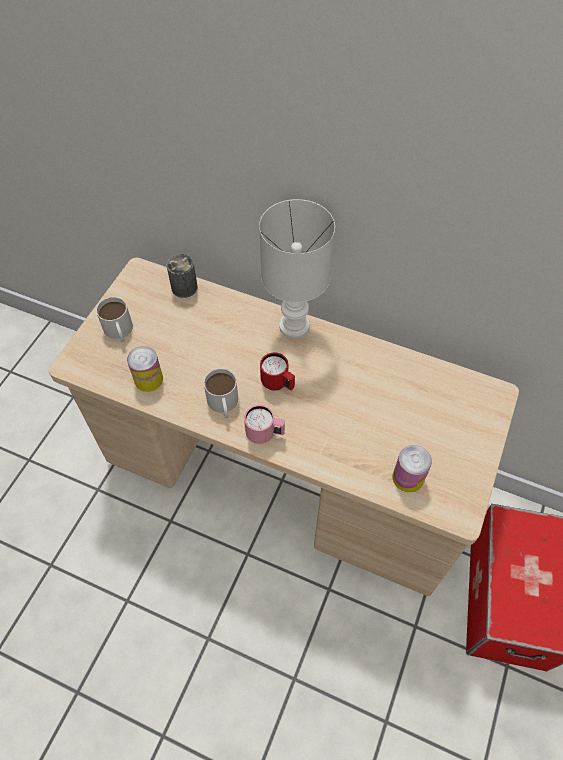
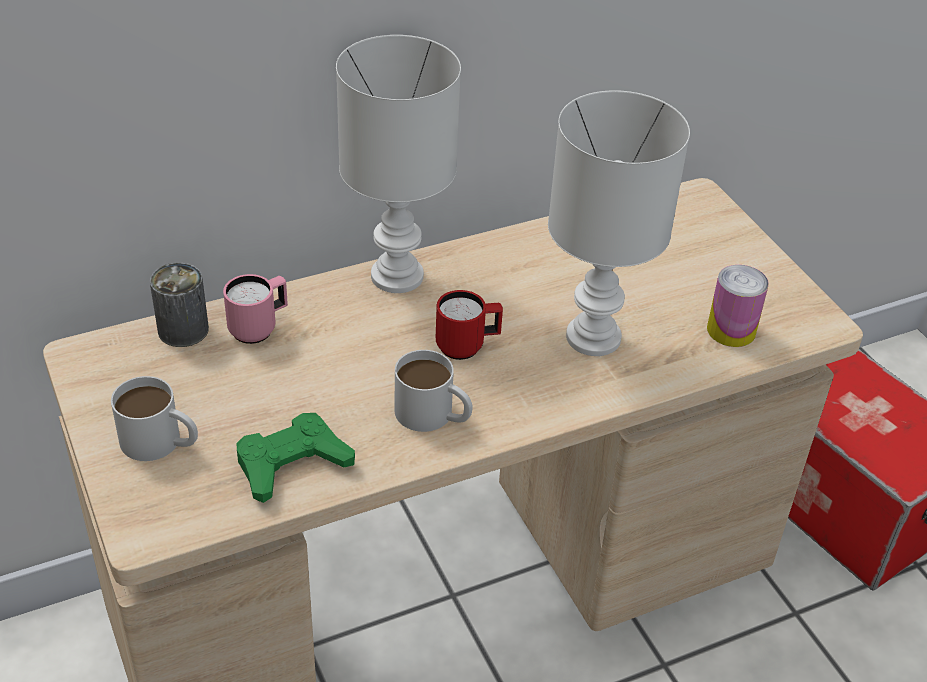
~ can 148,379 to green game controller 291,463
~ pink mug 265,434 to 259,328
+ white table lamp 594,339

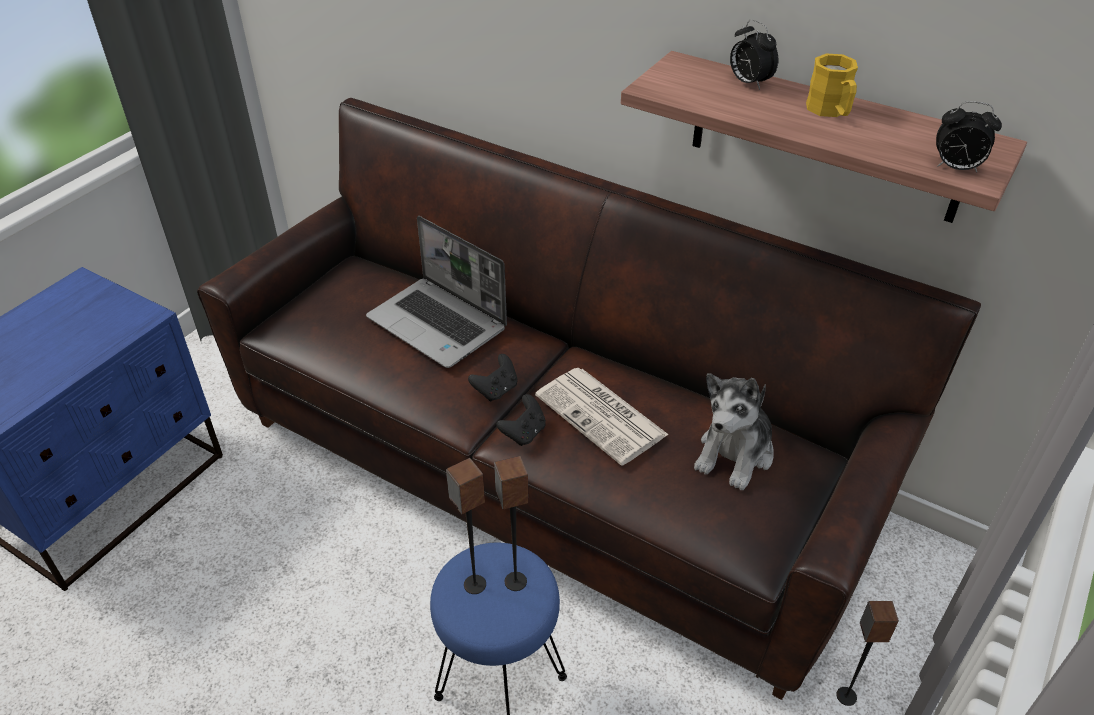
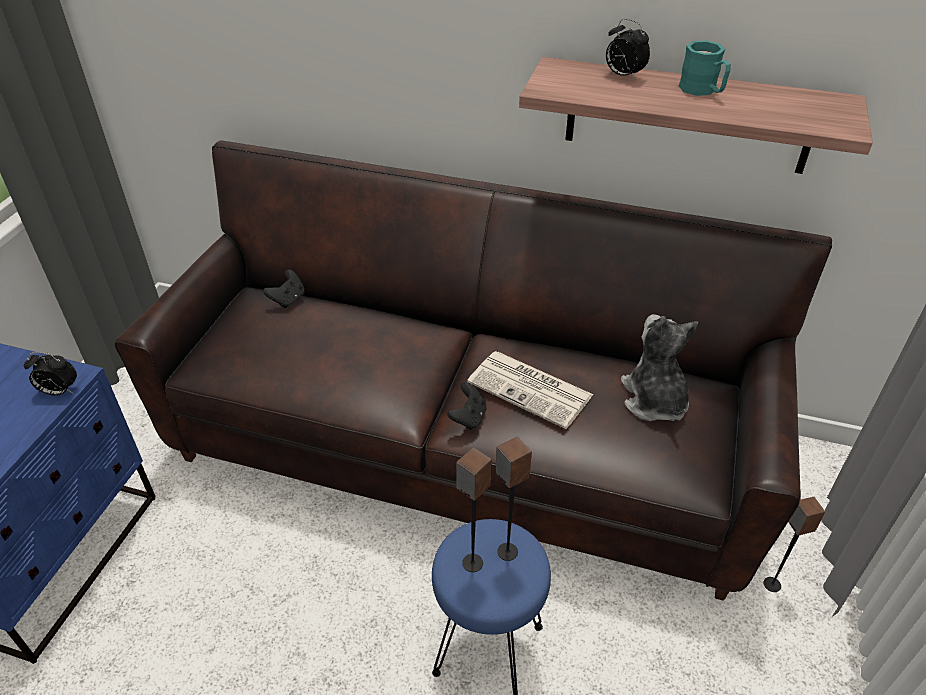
- laptop 439,324
~ black game controller 496,390 to 288,299
~ plush toy 735,454 = 654,400 150 degrees clockwise
~ yellow mug 831,111 to turquoise mug 702,91
~ alarm clock 955,168 to 59,391

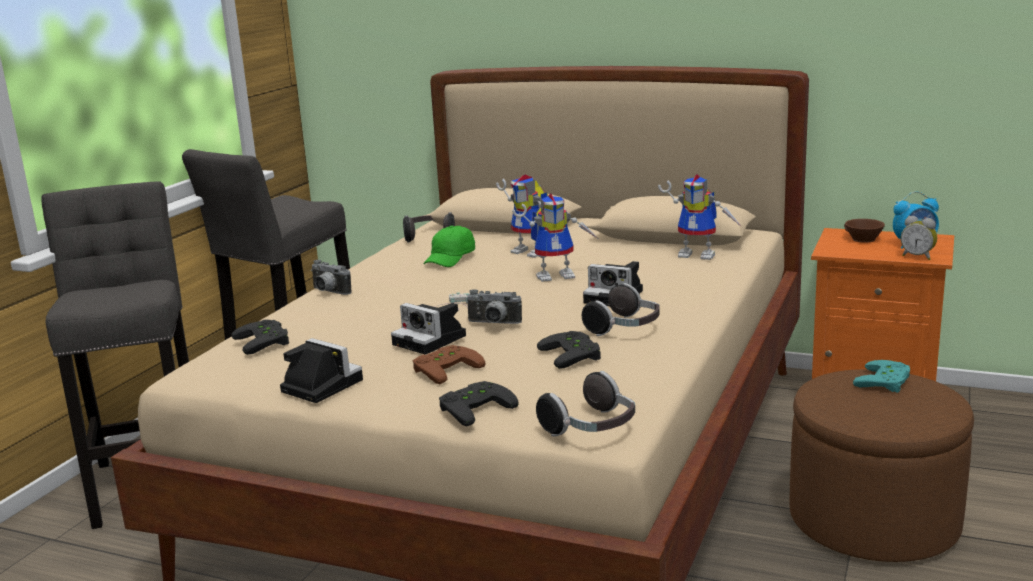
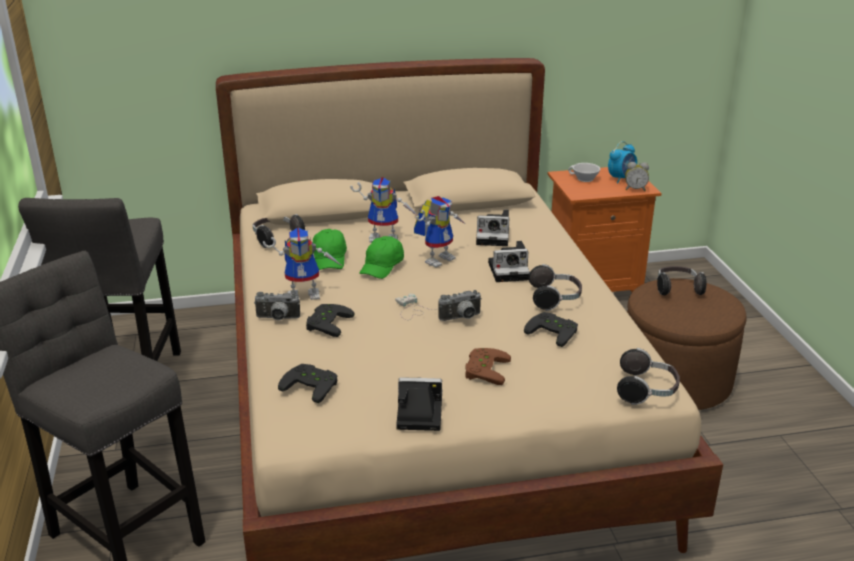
~ photo camera 432,340 to 494,236
~ black game controller 474,407 to 326,323
~ toy robot 700,254 to 306,293
~ brown cup 861,239 to white cup 584,179
~ turquoise game controller 886,381 to headphones 677,289
+ green cap 382,266

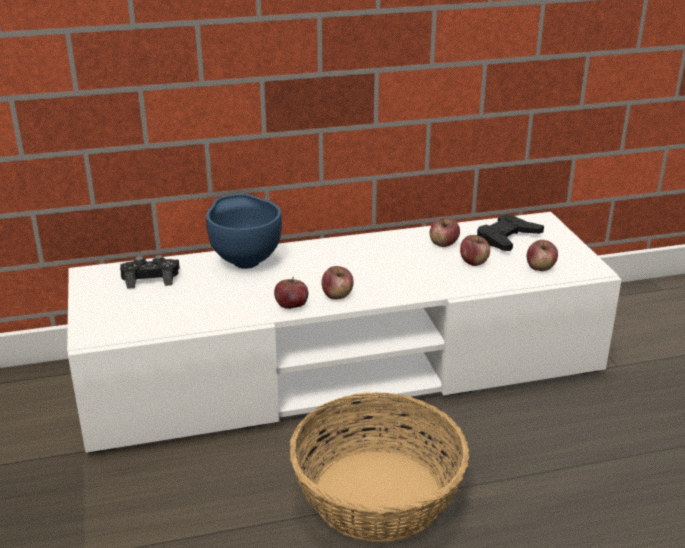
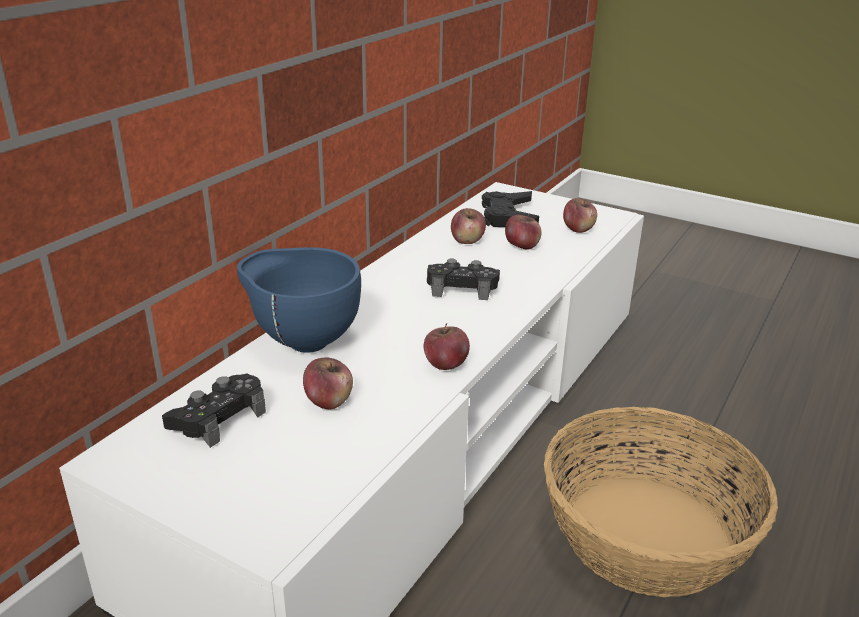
~ apple 337,295 to 329,401
+ black game controller 462,287

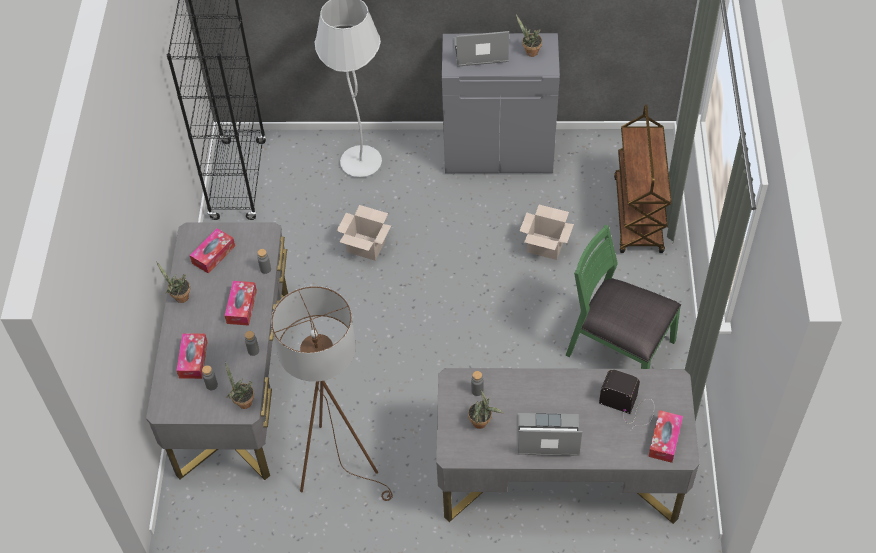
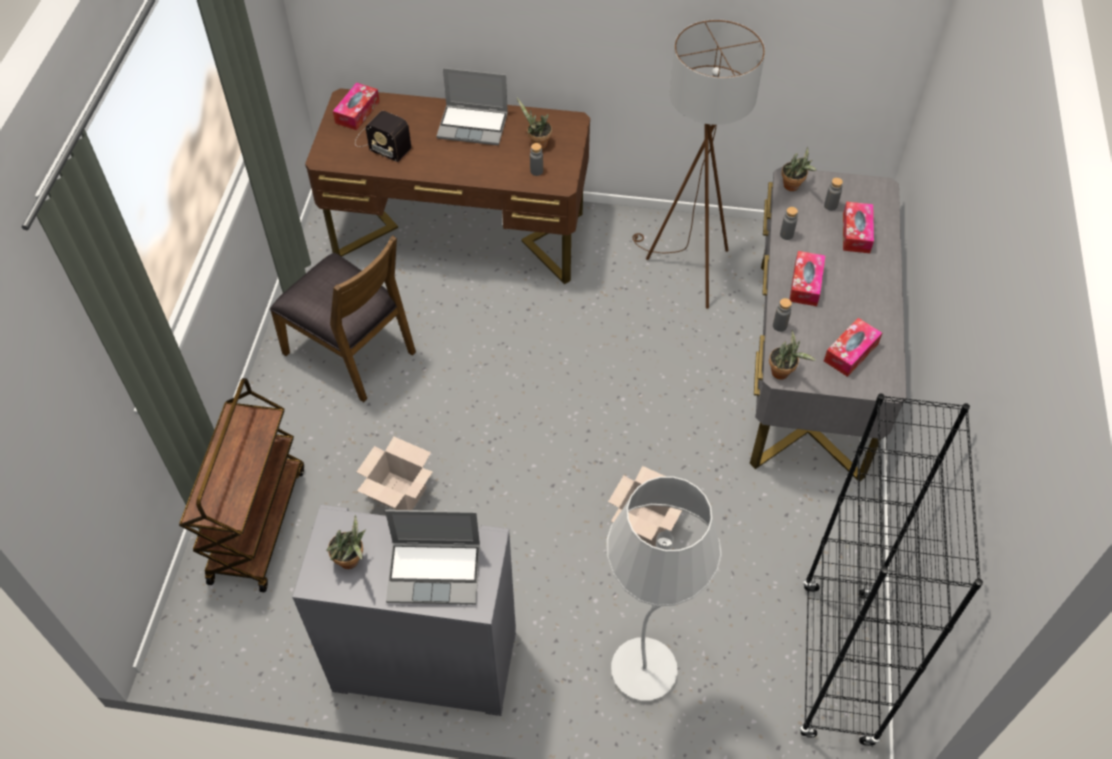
~ potted plant 179,297 to 783,373
~ grey desk 559,478 to brown desk 459,234
~ green chair 619,349 to brown chair 351,351

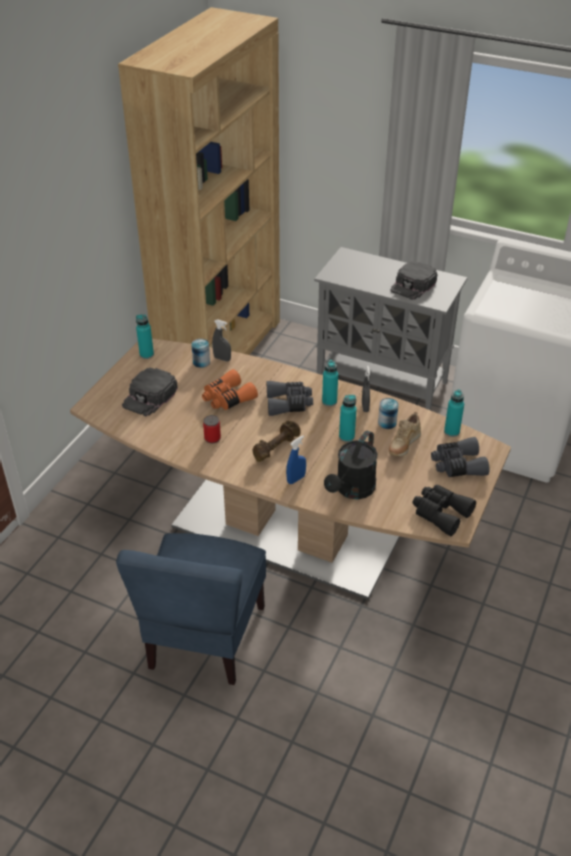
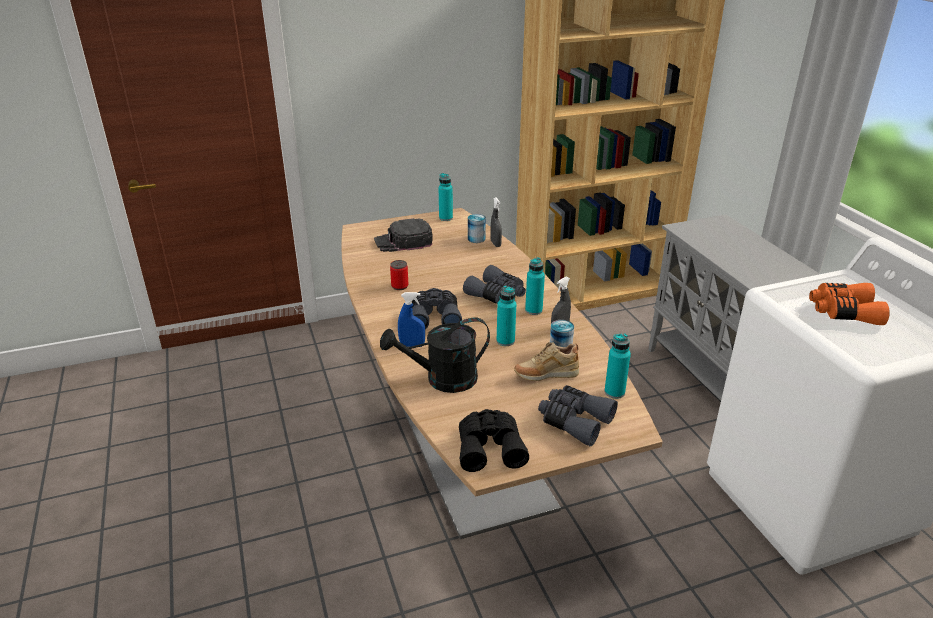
- blue chair 205,637
~ orange binoculars 227,398 to 843,312
~ brown dumbbell 276,447 to grey binoculars 435,316
- black cap 413,285

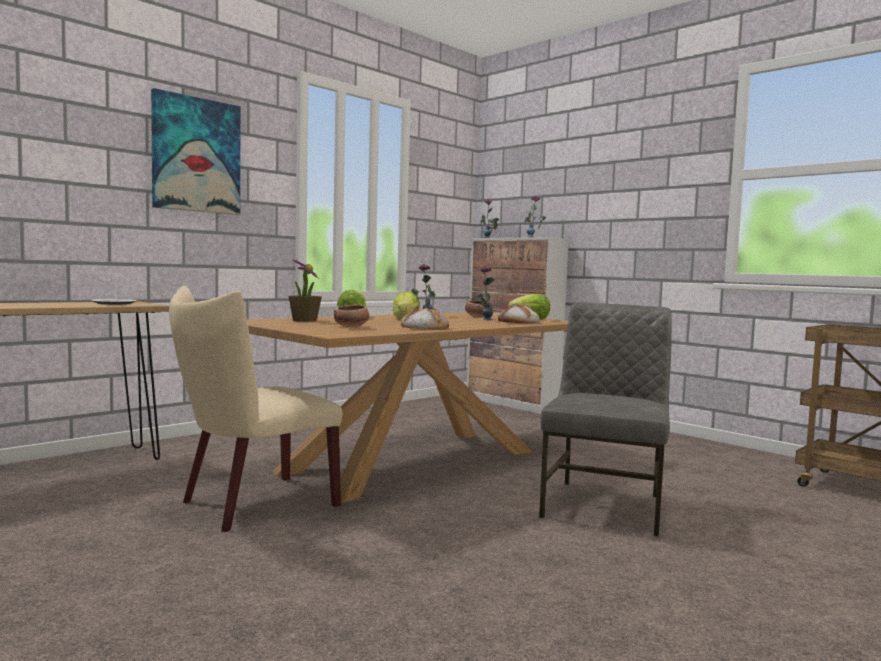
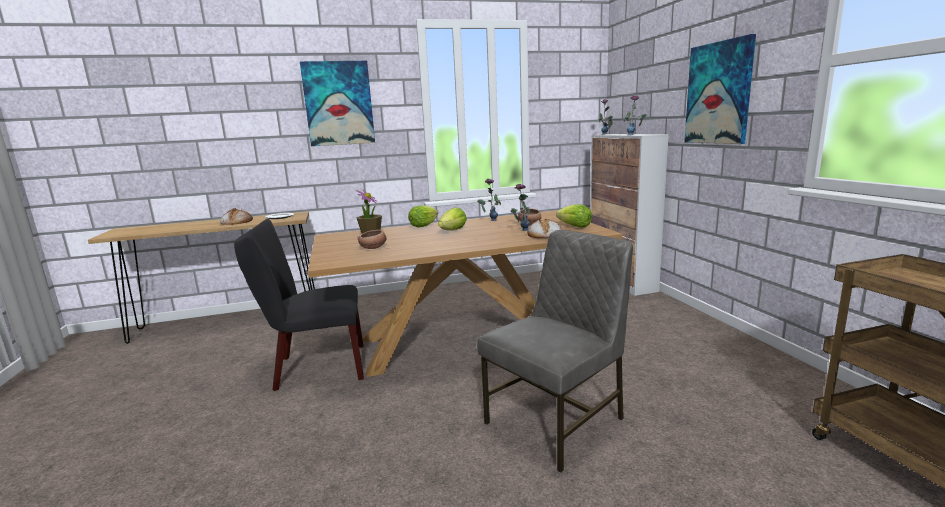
~ beige chair 251,505 to black chair 314,368
~ bread 424,327 to 236,221
+ picture 718,93

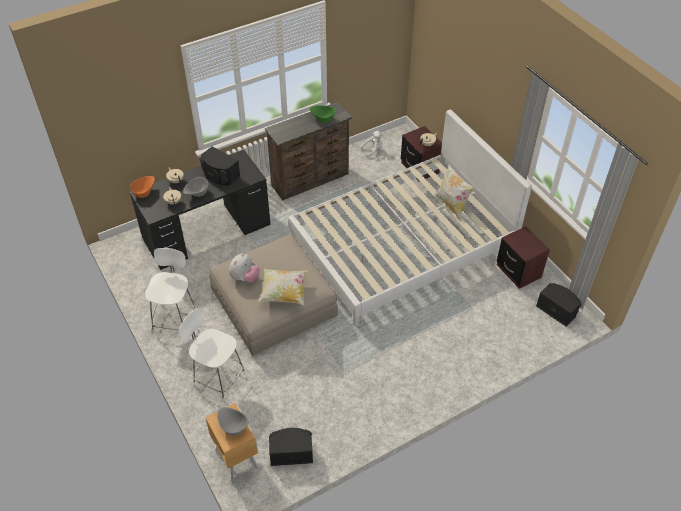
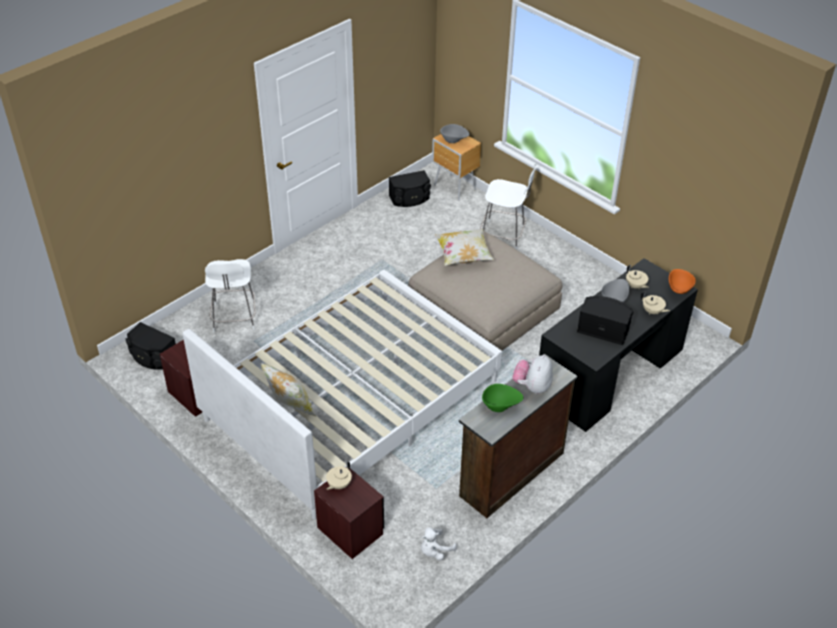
~ white chair 175,319 to 234,318
~ plush toy 245,278 to 532,386

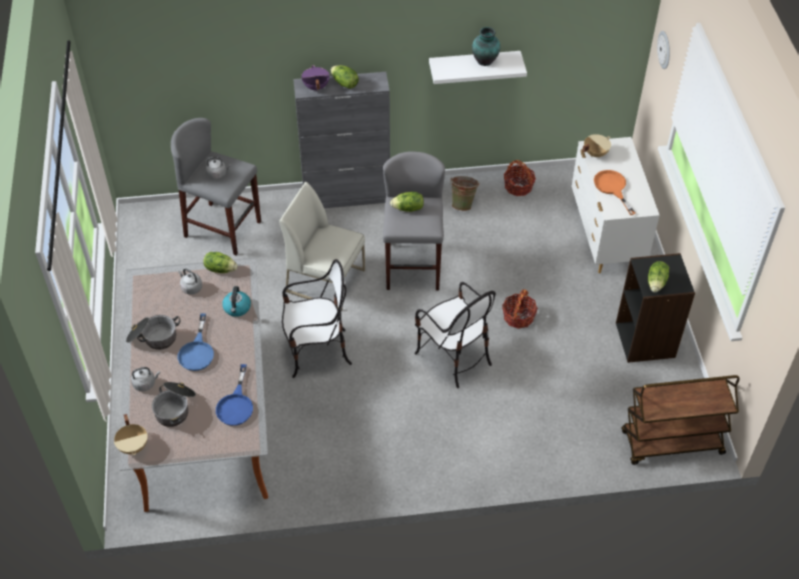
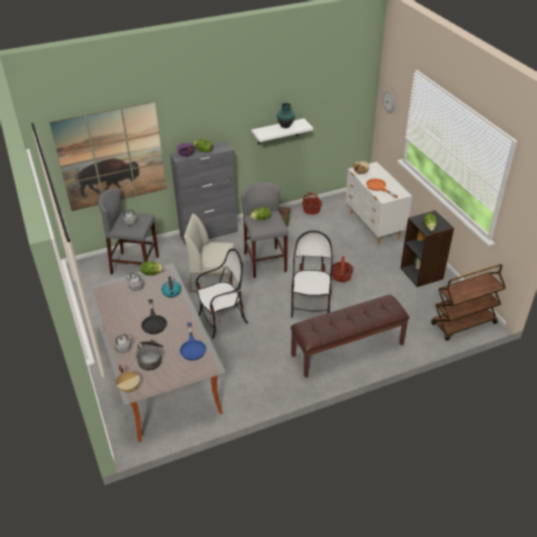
- cooking pot 153,338
~ blue frying pan 197,351 to black frying pan 153,322
~ chair 453,357 = 311,305 120 degrees counterclockwise
+ picture 111,157
+ brown bench 347,350

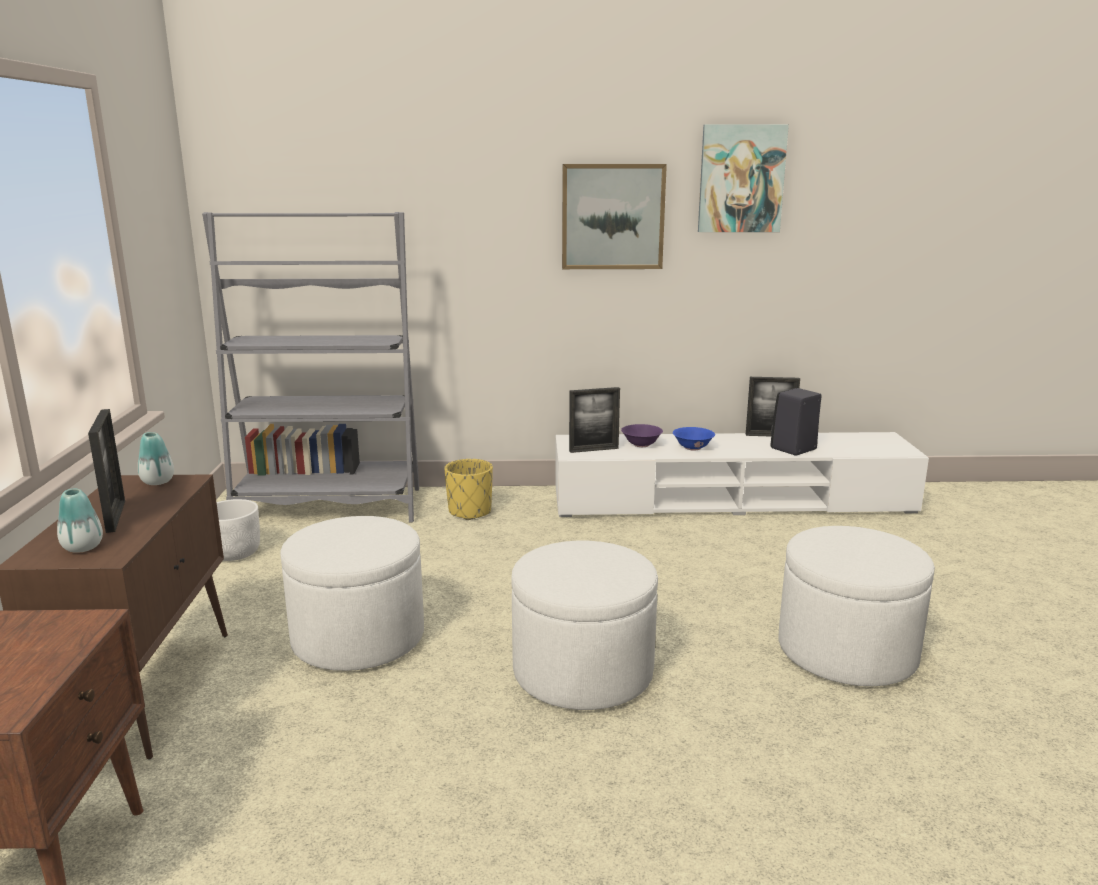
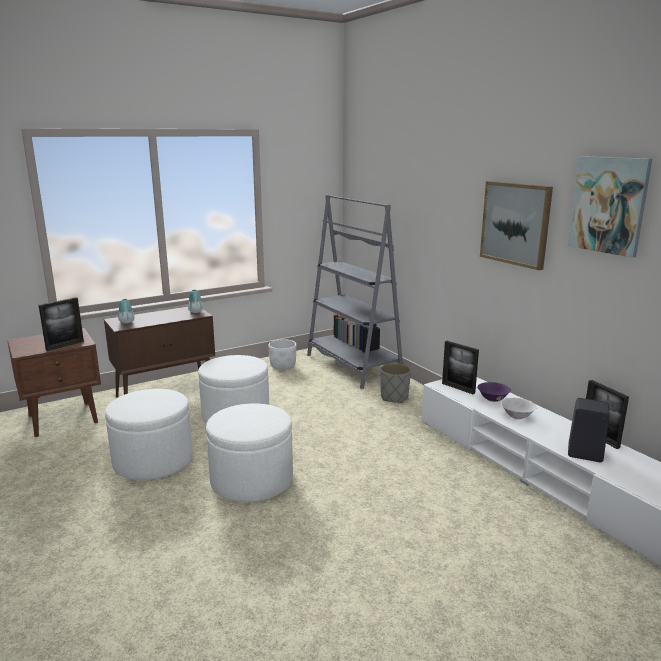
~ picture frame 115,516 to 65,345
~ yellow planter 469,512 to grey planter 394,397
~ blue bowl 693,447 to white bowl 517,416
~ white ottoman 846,651 to 153,461

